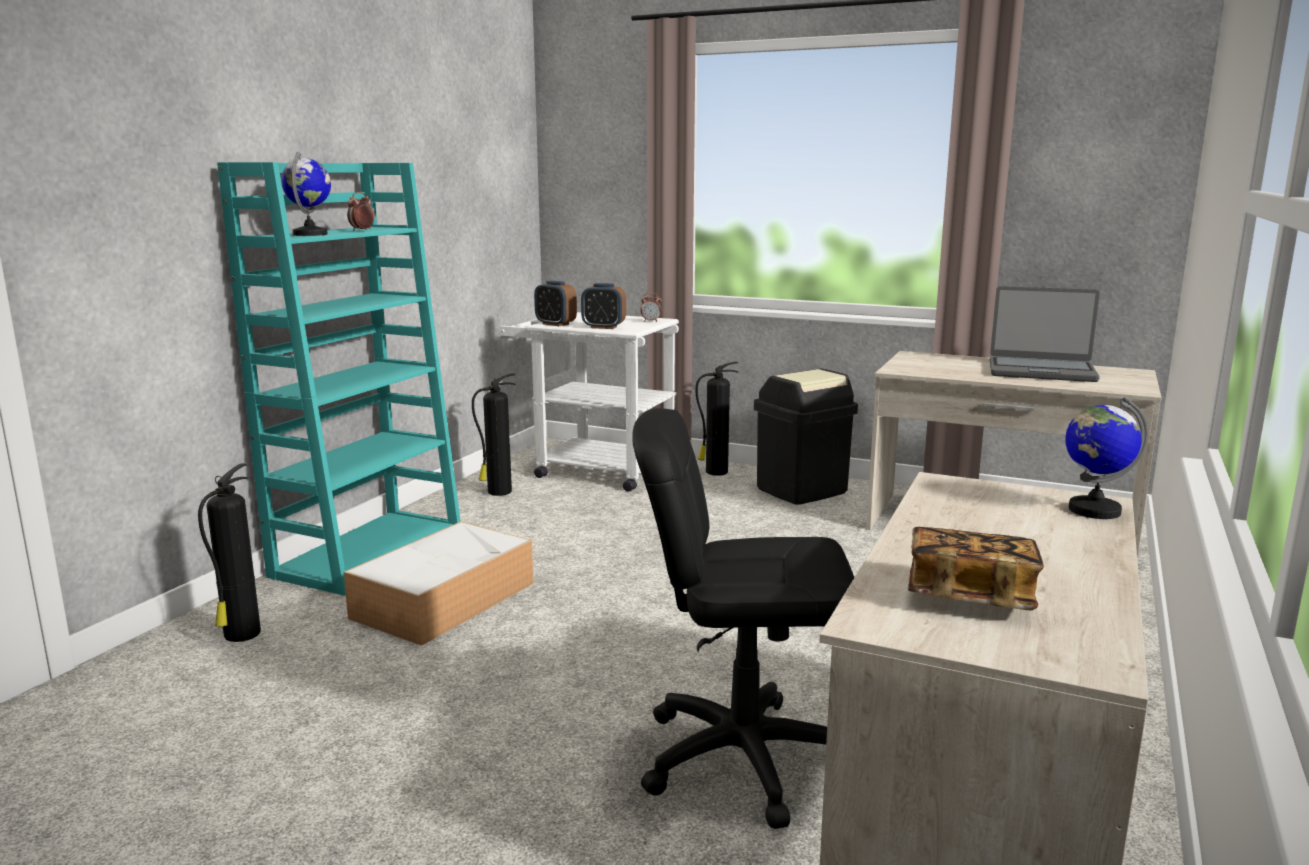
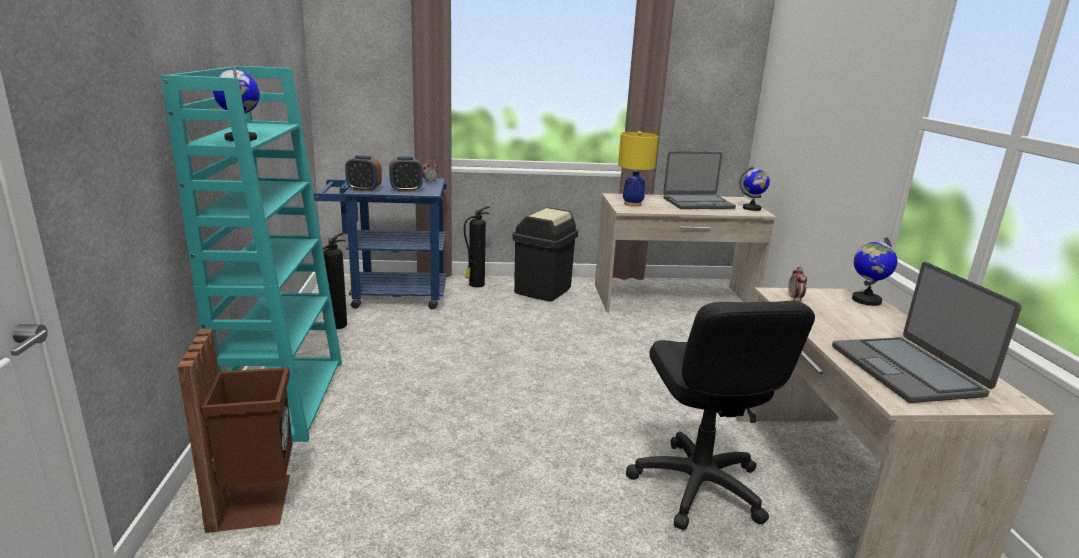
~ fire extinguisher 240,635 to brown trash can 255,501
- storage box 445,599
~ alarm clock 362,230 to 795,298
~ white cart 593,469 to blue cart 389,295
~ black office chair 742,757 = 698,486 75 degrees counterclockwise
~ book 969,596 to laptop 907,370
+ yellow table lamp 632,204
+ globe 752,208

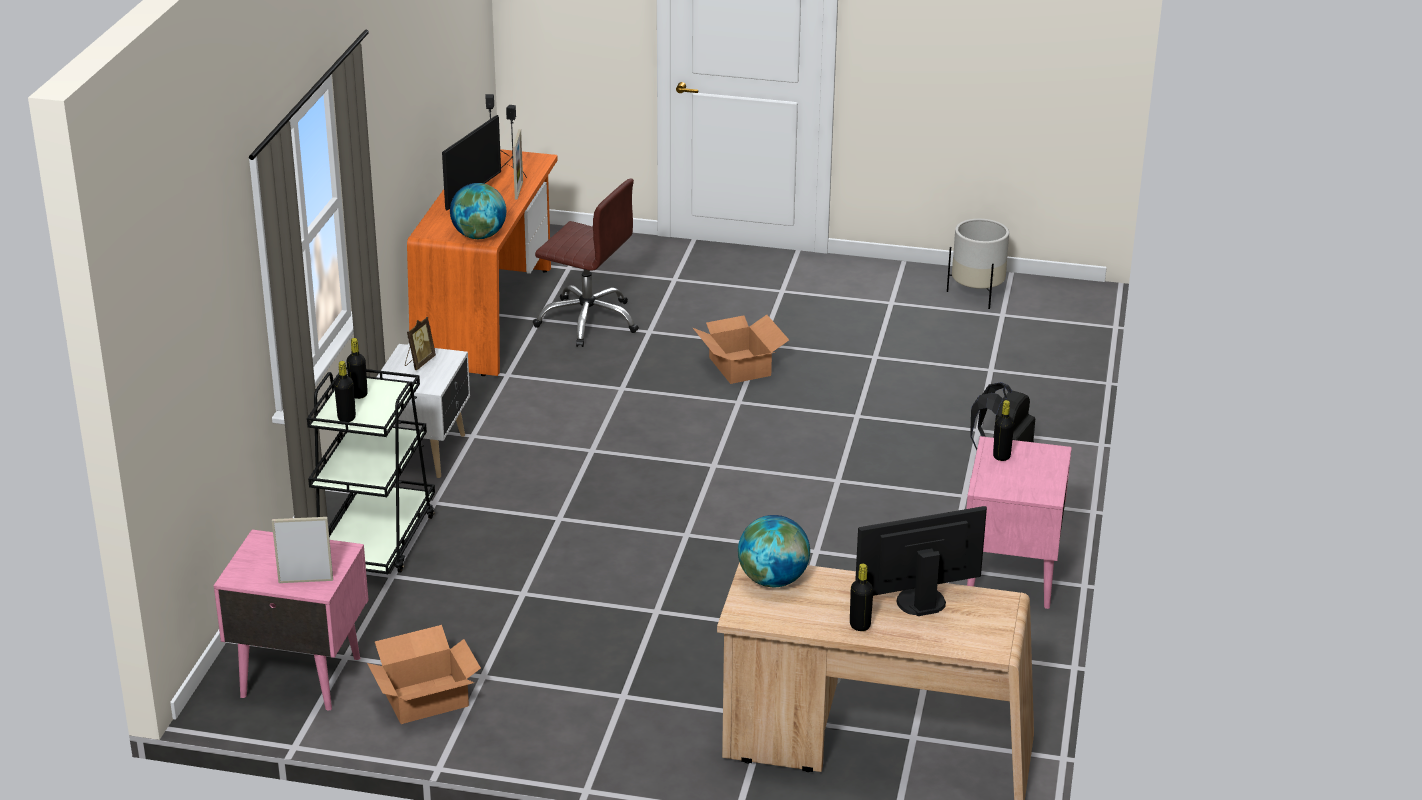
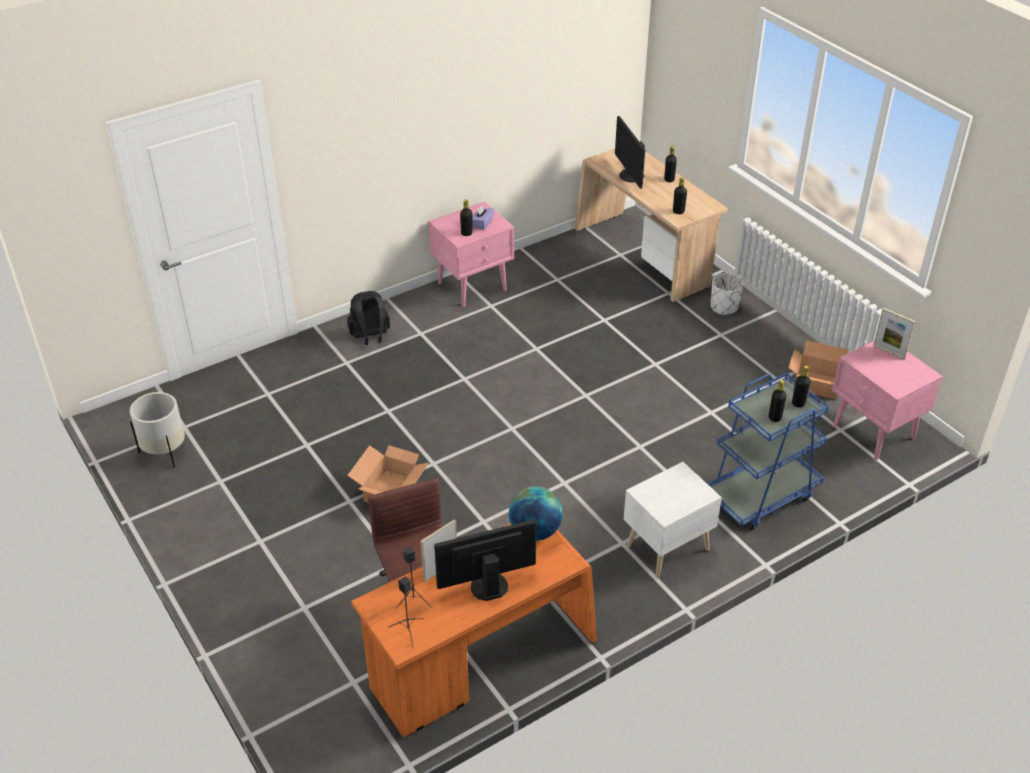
~ black cart 376,541 to blue cart 761,495
- picture frame 419,362
~ globe 773,580 to black bottle 678,211
~ monitor 919,600 = 630,176 45 degrees clockwise
+ purple tissue box 482,224
+ white planter 724,307

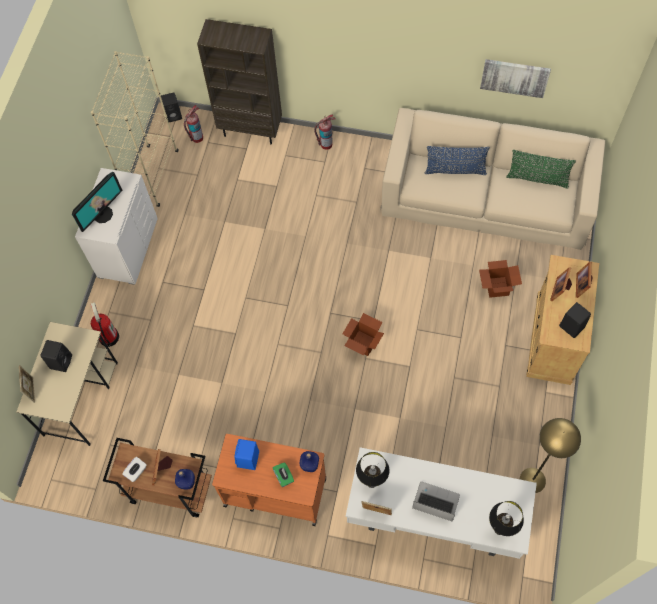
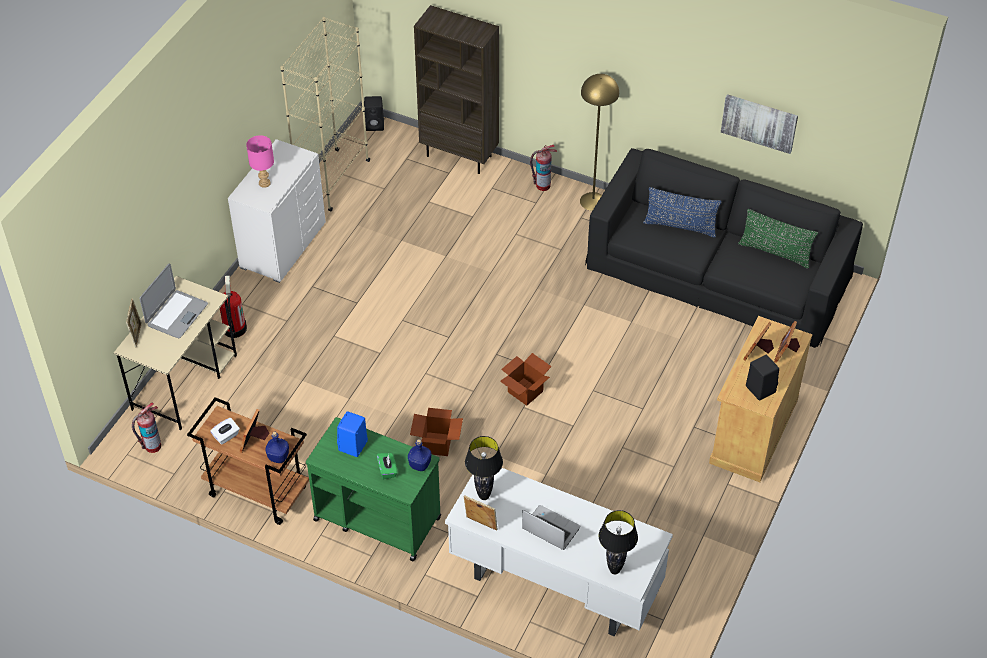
~ black speaker 61,361 to laptop 176,314
~ monitor 103,214 to pink table lamp 264,183
~ fire extinguisher 197,138 to 152,446
~ orange cart 274,491 to green cart 376,518
~ beige sofa 487,194 to black sofa 718,270
~ cardboard box 497,287 to 437,444
~ yellow floor lamp 532,480 to 593,201

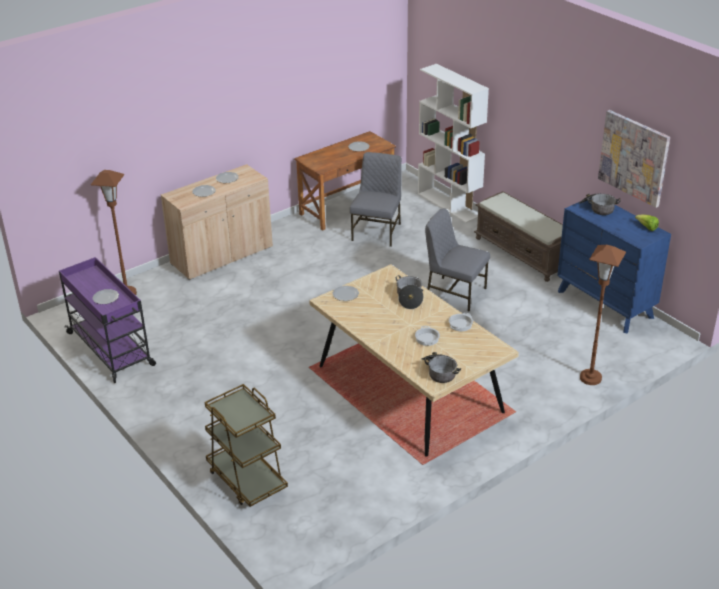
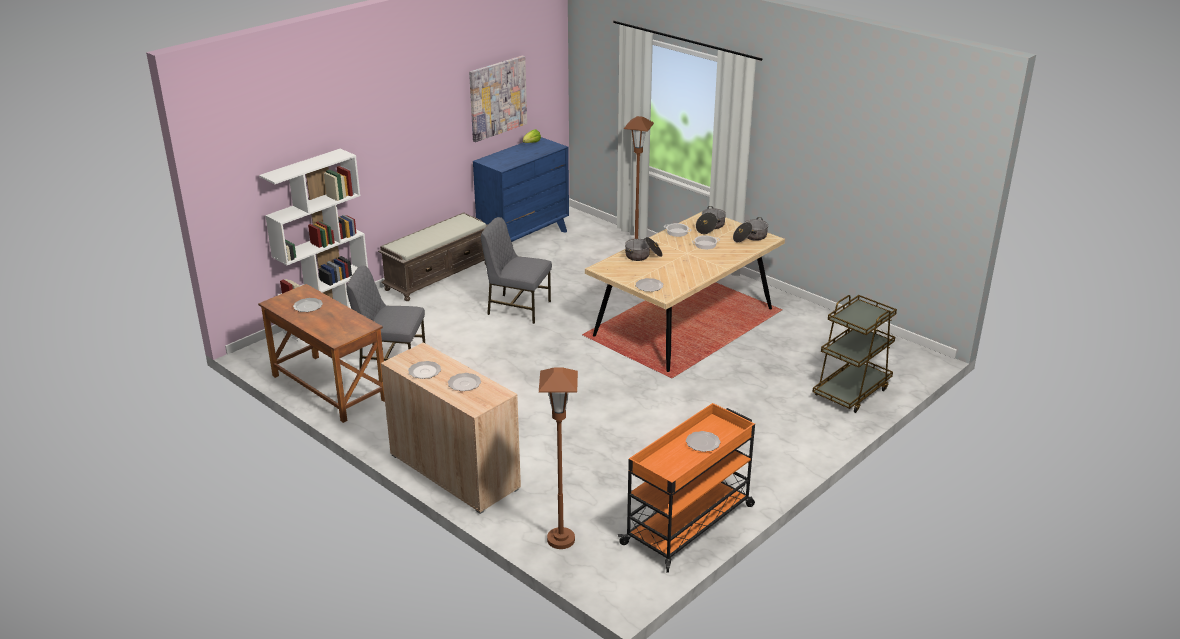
~ purple cart 111,350 to orange cart 689,524
~ grey chair 455,293 = 517,308 90 degrees clockwise
~ cooking pot 597,208 to 710,227

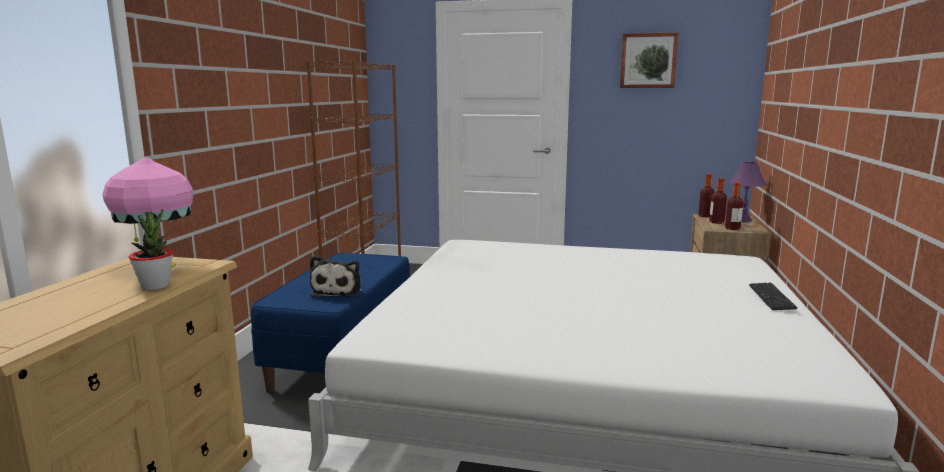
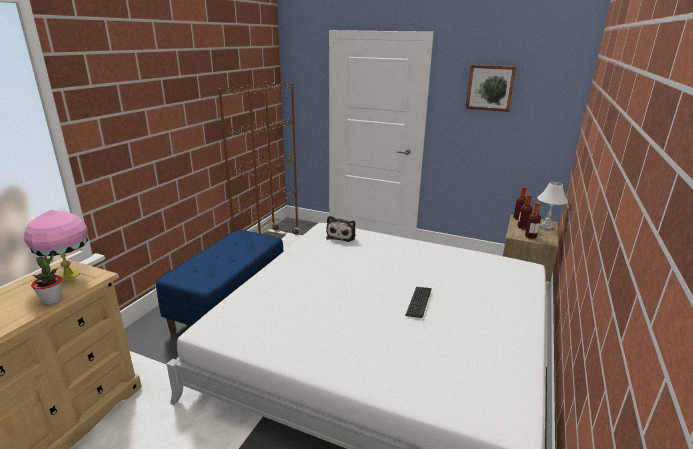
~ plush toy 338,291 to 342,236
~ purple table lamp 743,220 to white table lamp 546,227
~ keyboard 771,298 to 419,302

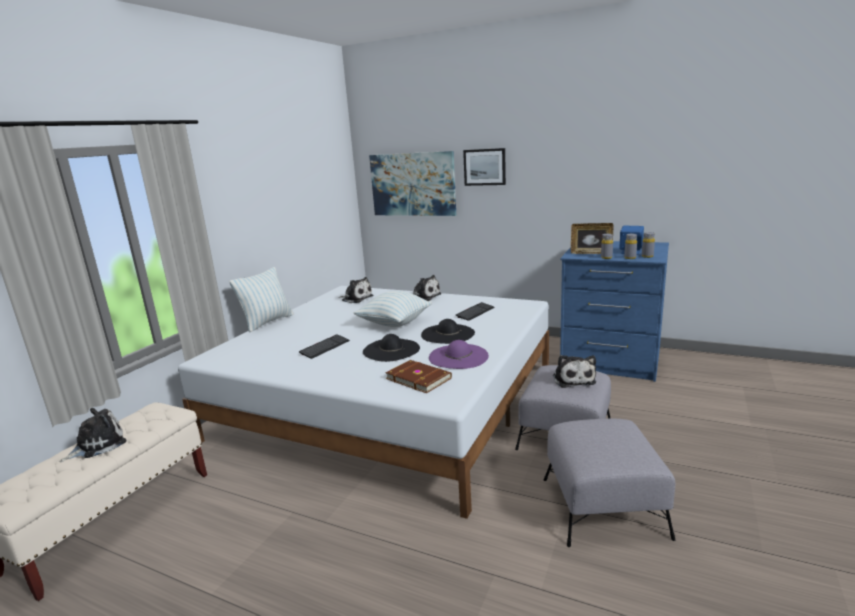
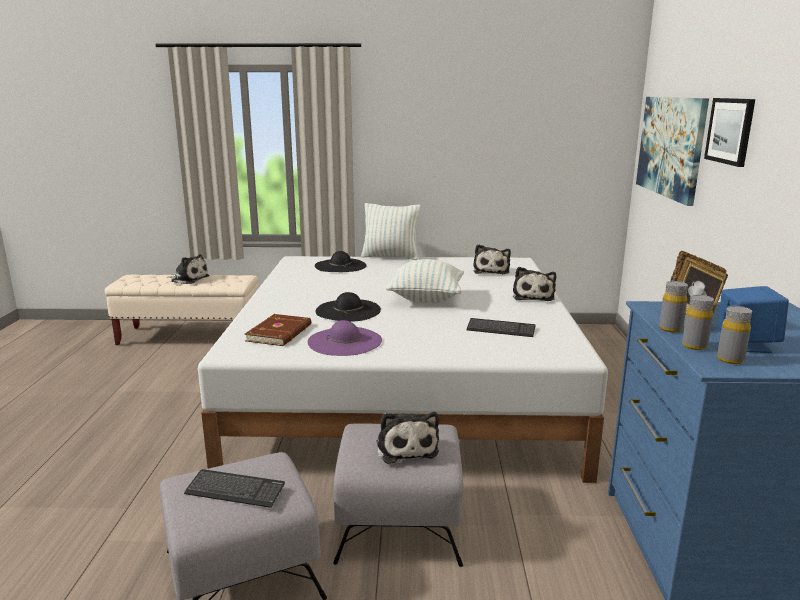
~ keyboard 325,347 to 235,490
~ black hat 447,334 to 340,266
~ plush toy 573,379 = 406,447 75 degrees counterclockwise

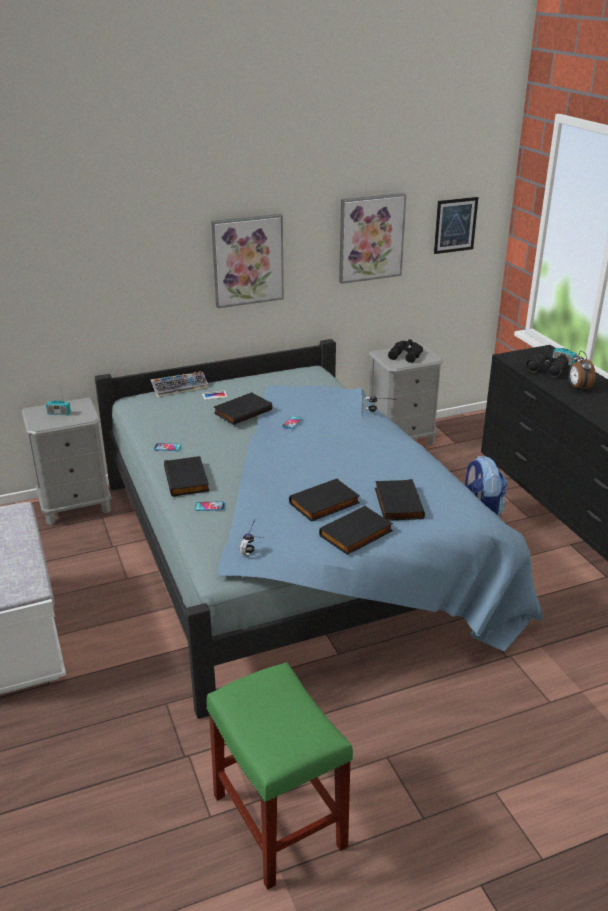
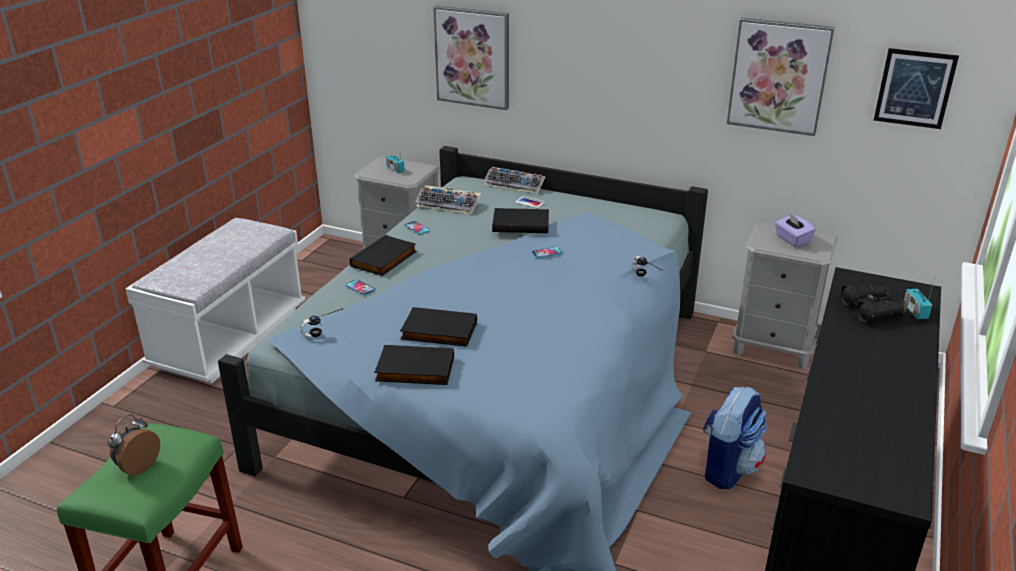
~ picture 247,260 to 473,57
- black book 397,503
~ black binoculars 406,355 to purple tissue box 792,240
~ alarm clock 578,388 to 137,466
+ keyboard 449,204

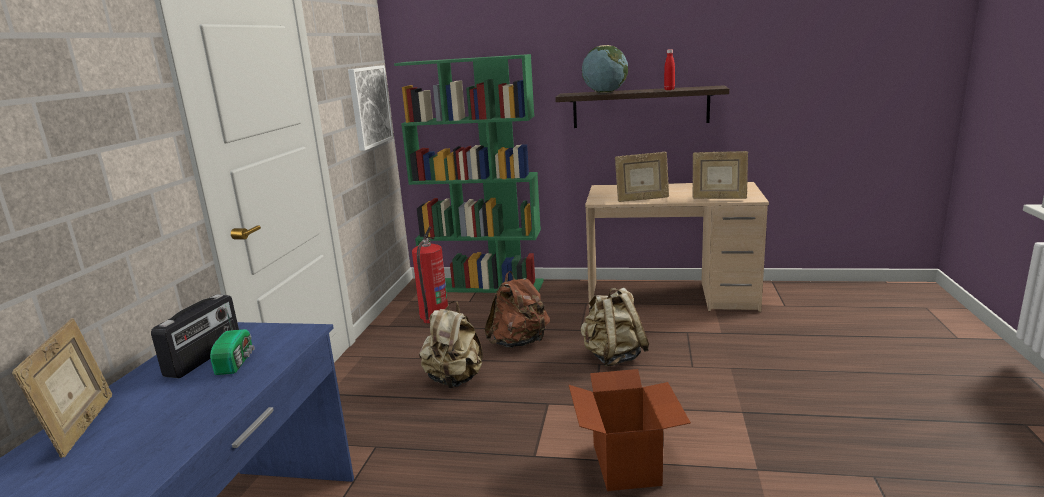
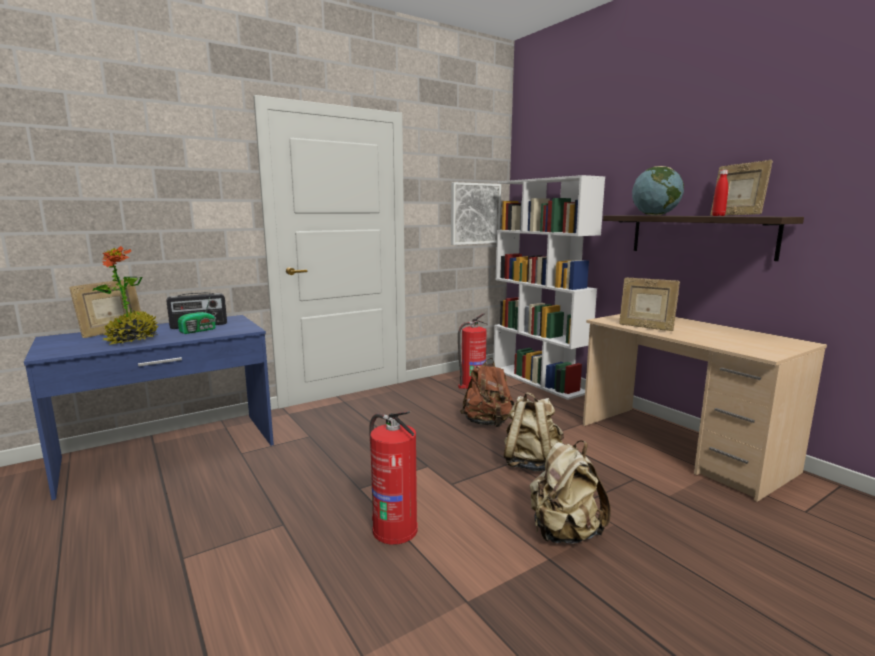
~ green bookcase 483,286 to white bookcase 538,381
~ beige backpack 454,380 to 564,533
~ cardboard box 627,464 to fire extinguisher 394,529
~ picture frame 718,198 to 736,216
+ potted plant 132,339

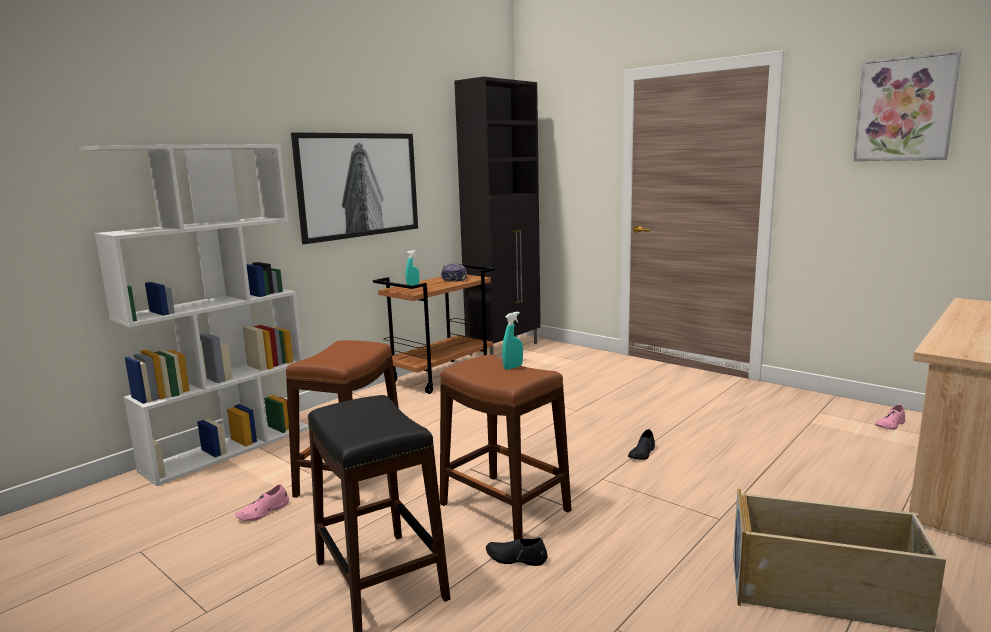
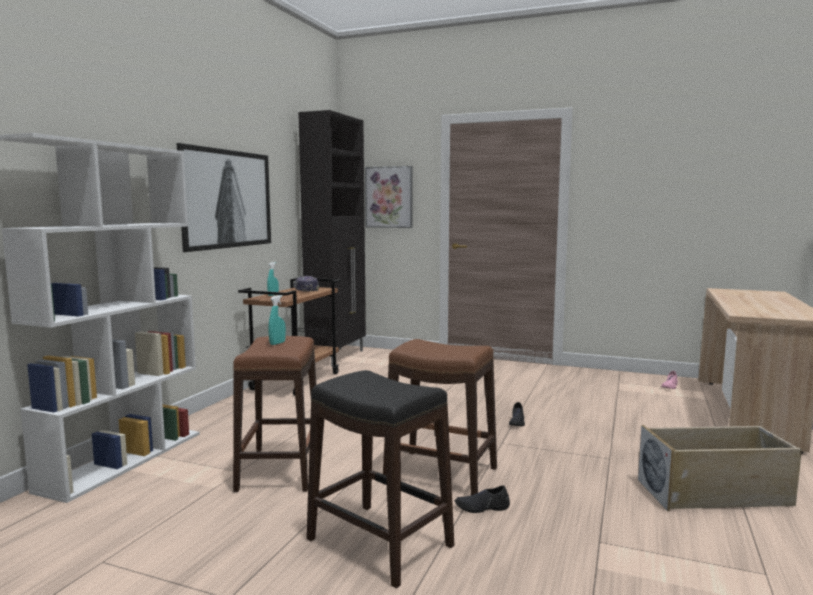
- pink shoe 263,512
~ turquoise spray bottle 513,367 to 277,343
~ picture 905,109 to 389,197

